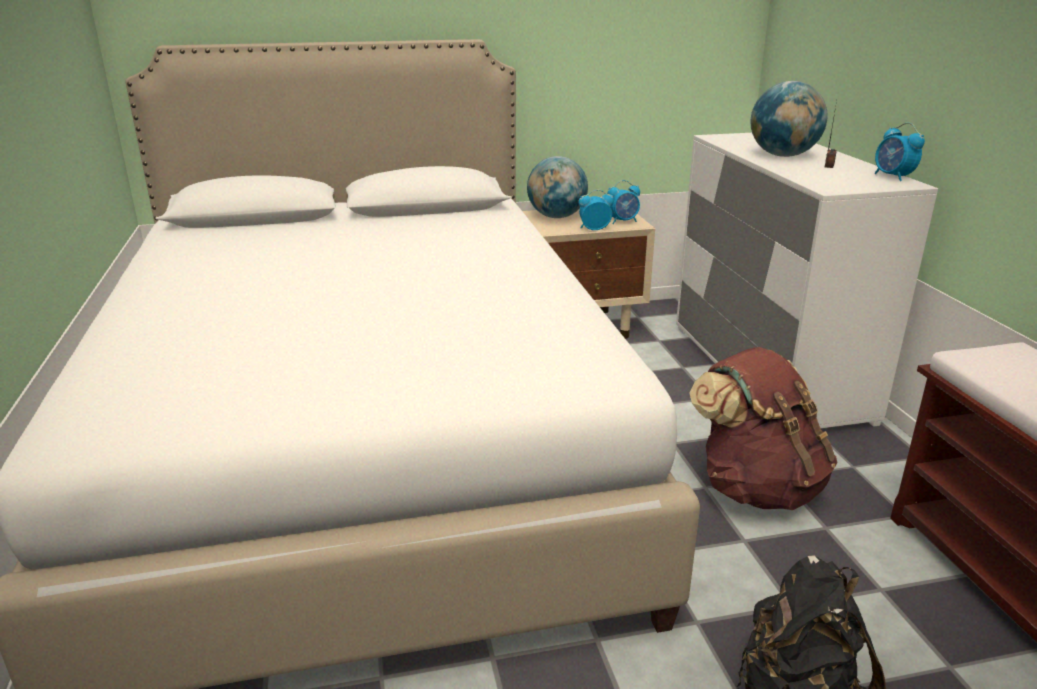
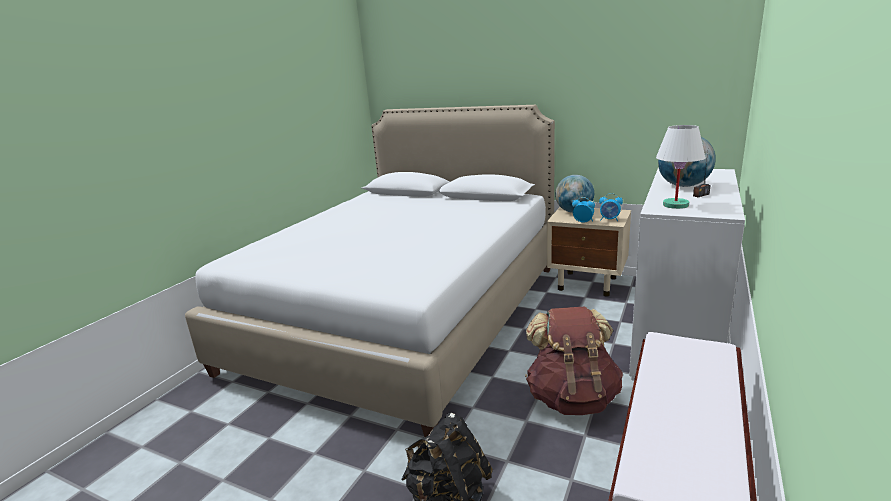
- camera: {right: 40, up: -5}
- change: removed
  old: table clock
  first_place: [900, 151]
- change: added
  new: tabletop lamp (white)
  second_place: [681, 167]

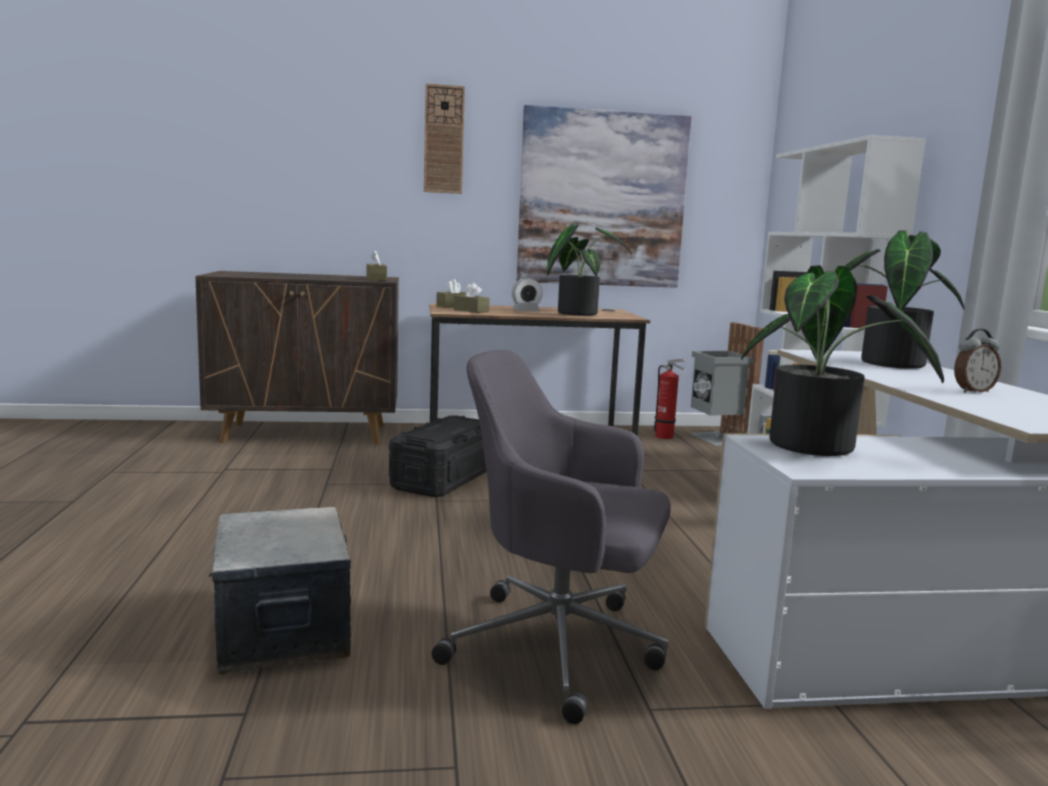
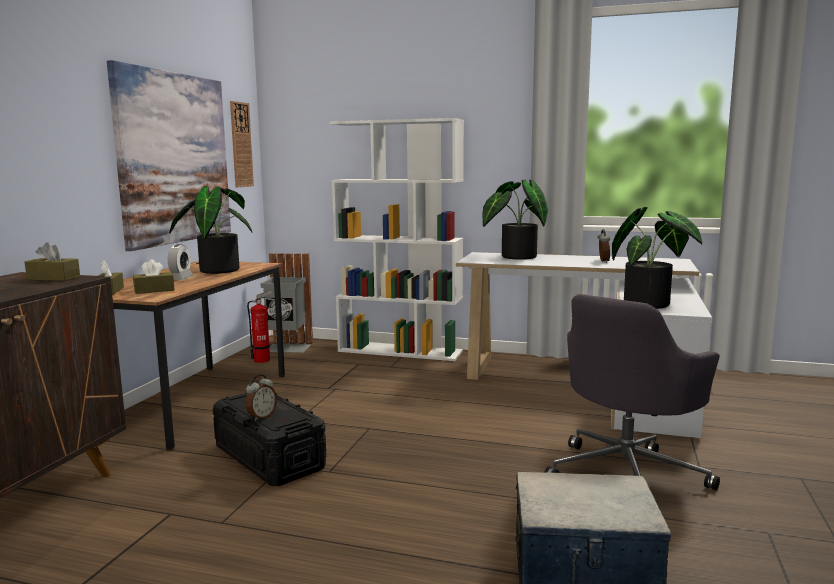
- camera: {right: -65, up: 0}
- change: added
  new: table clock
  second_place: [261, 397]
- change: moved
  old: clock on the wall
  first_place: [444, 139]
  second_place: [242, 144]

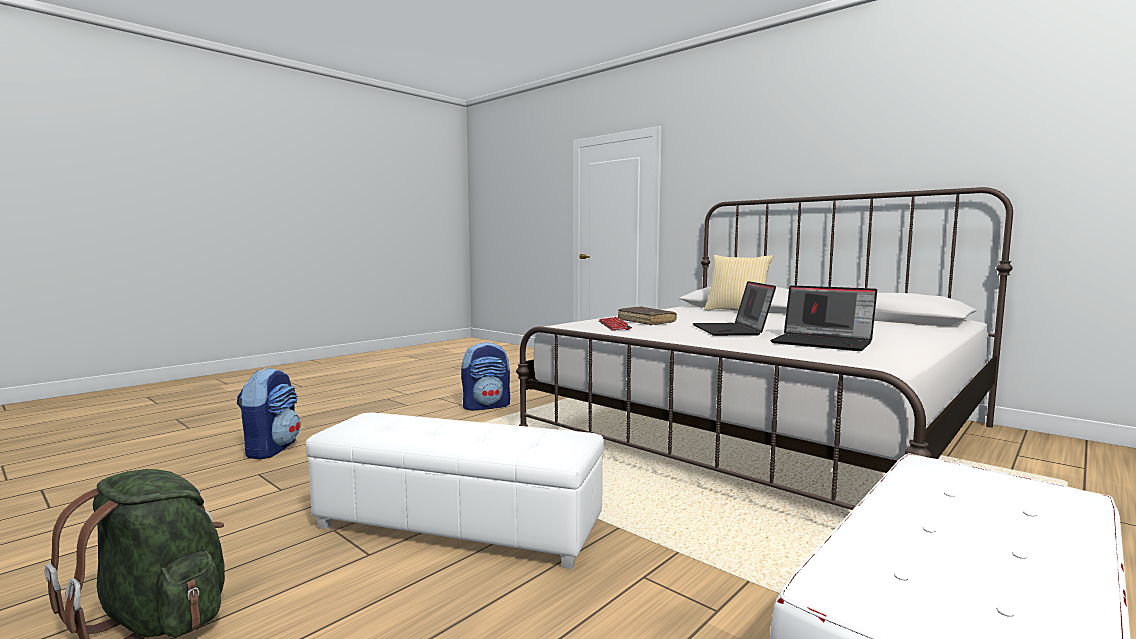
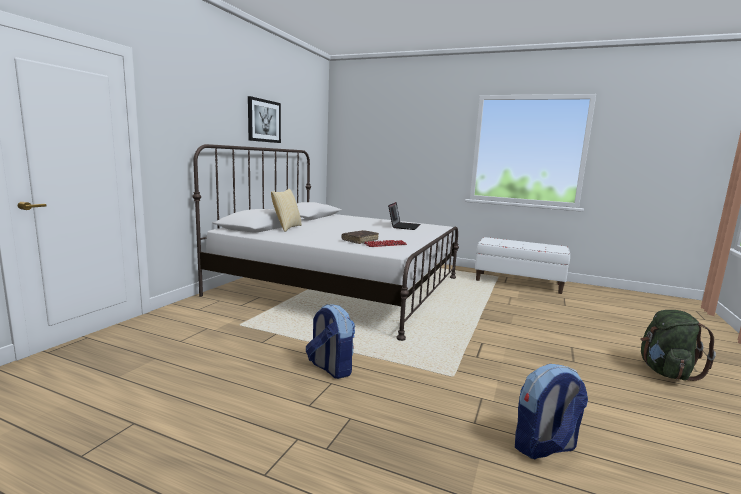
- camera: {right: -110, up: 5}
- change: removed
  old: ottoman (white)
  first_place: [455, 490]
- change: removed
  old: laptop
  first_place: [734, 308]
- change: added
  new: wall picture
  second_place: [264, 119]

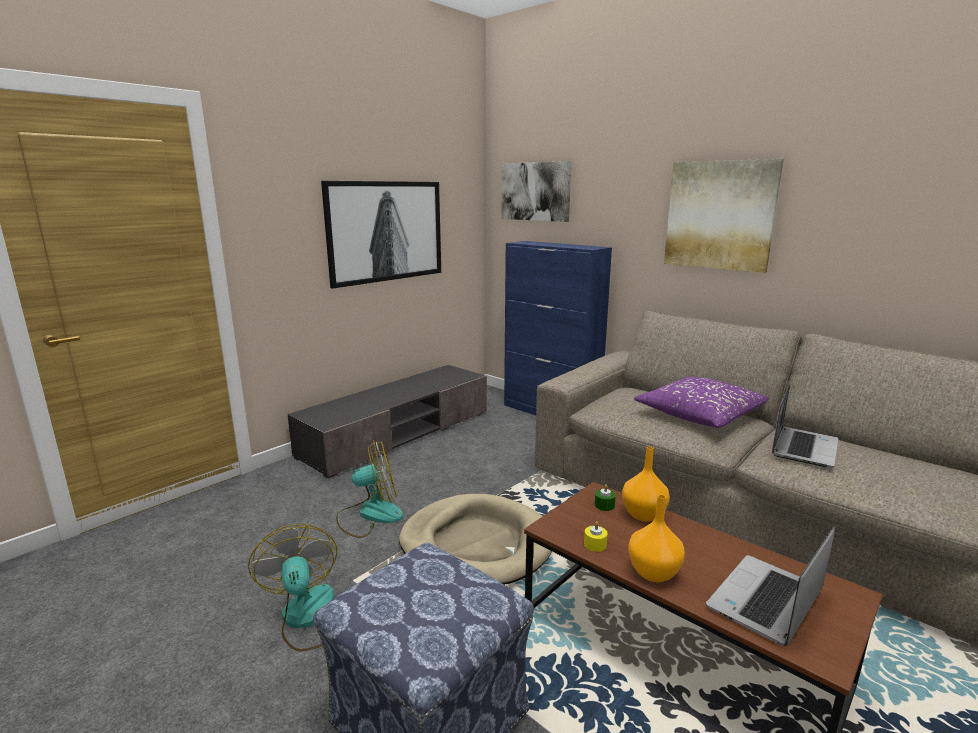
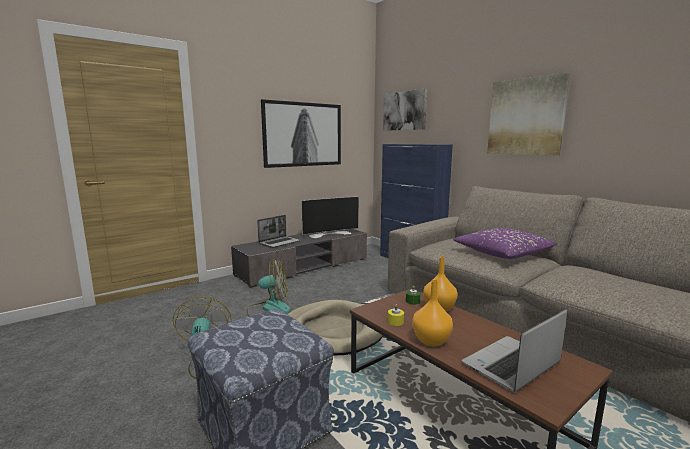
- camera: {right: 10, up: -5}
- change: added
  new: TV
  second_place: [330, 217]
- change: moved
  old: laptop
  first_place: [805, 425]
  second_place: [279, 231]

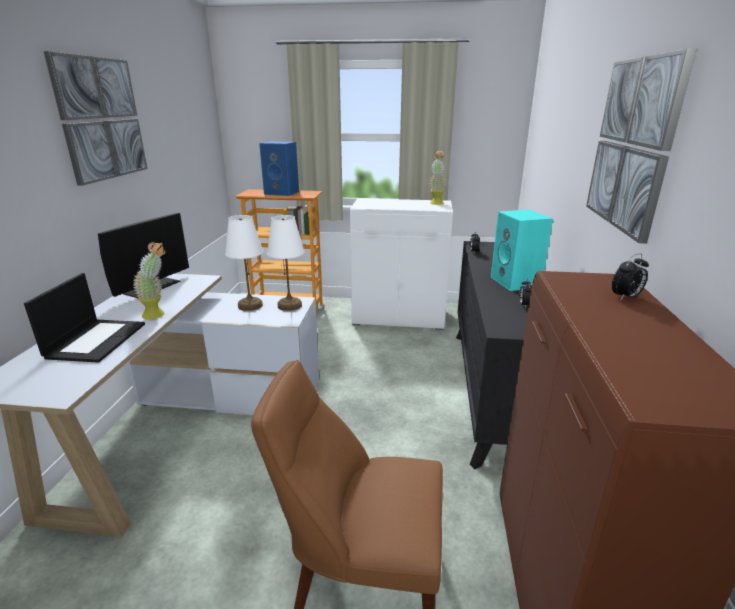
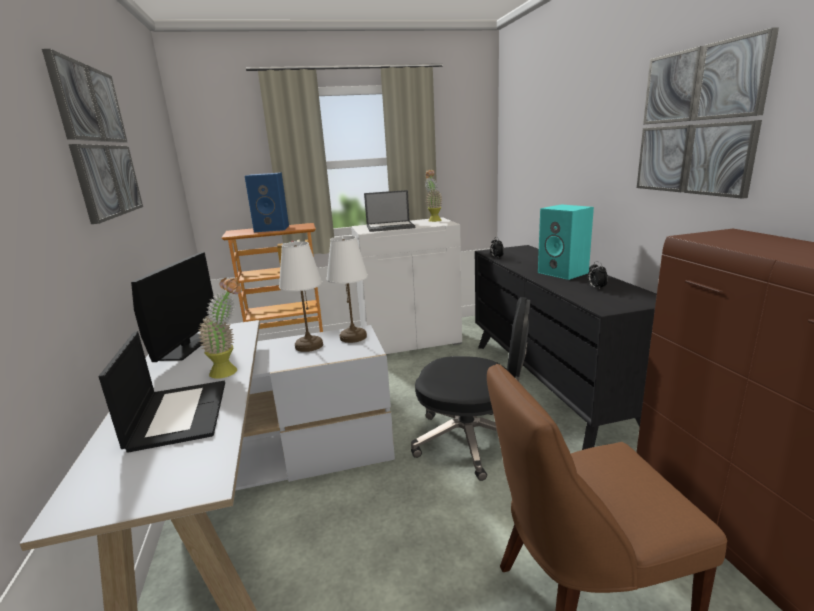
- camera: {right: -20, up: -5}
- change: removed
  old: table clock
  first_place: [630, 277]
- change: added
  new: laptop
  second_place: [389, 211]
- change: added
  new: office chair (black-coloured)
  second_place: [471, 389]

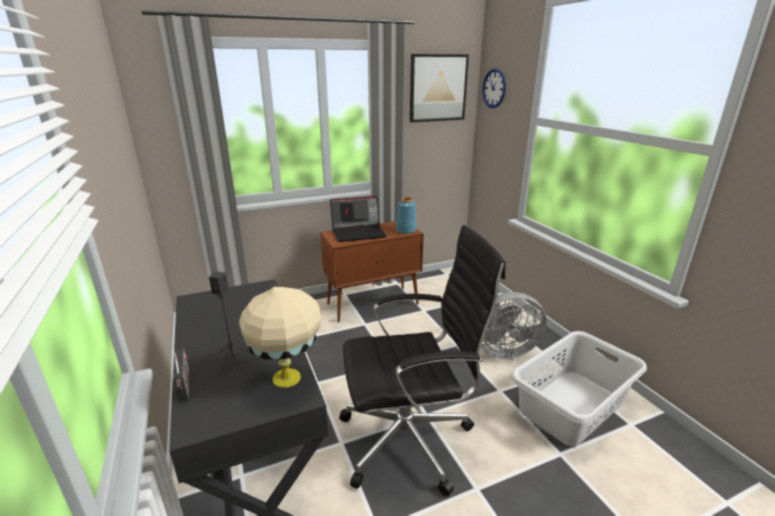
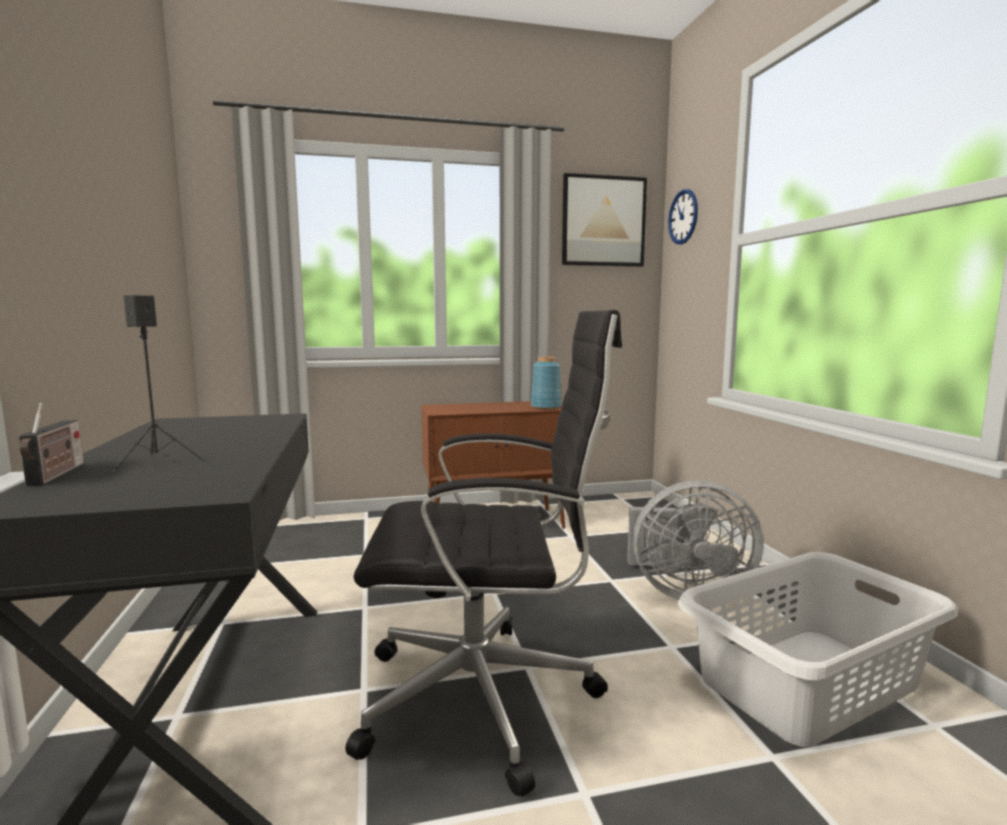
- camera: {right: 10, up: -15}
- change: removed
  old: tabletop lamp (beige-coloured)
  first_place: [280, 337]
- change: removed
  old: laptop
  first_place: [358, 219]

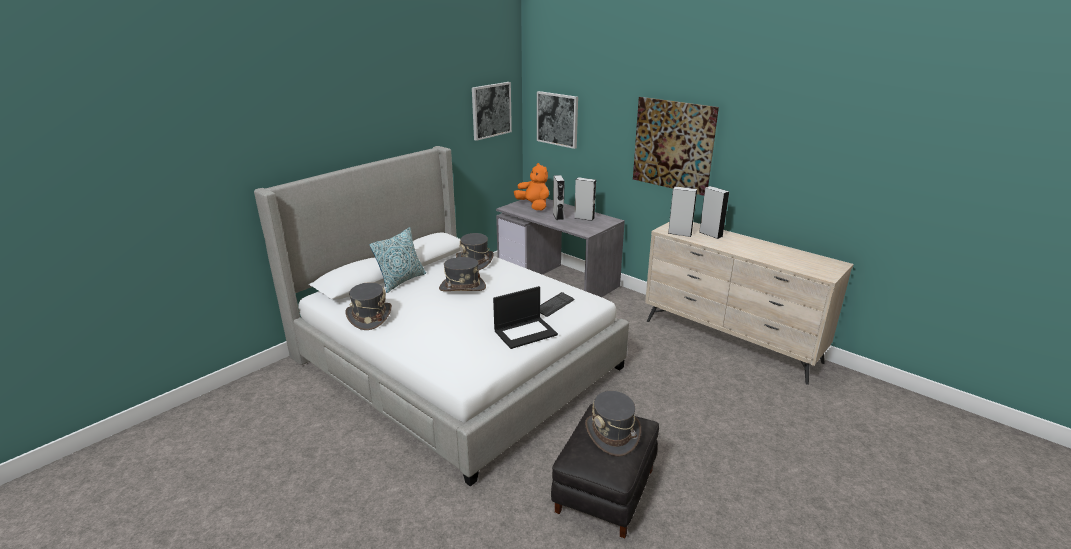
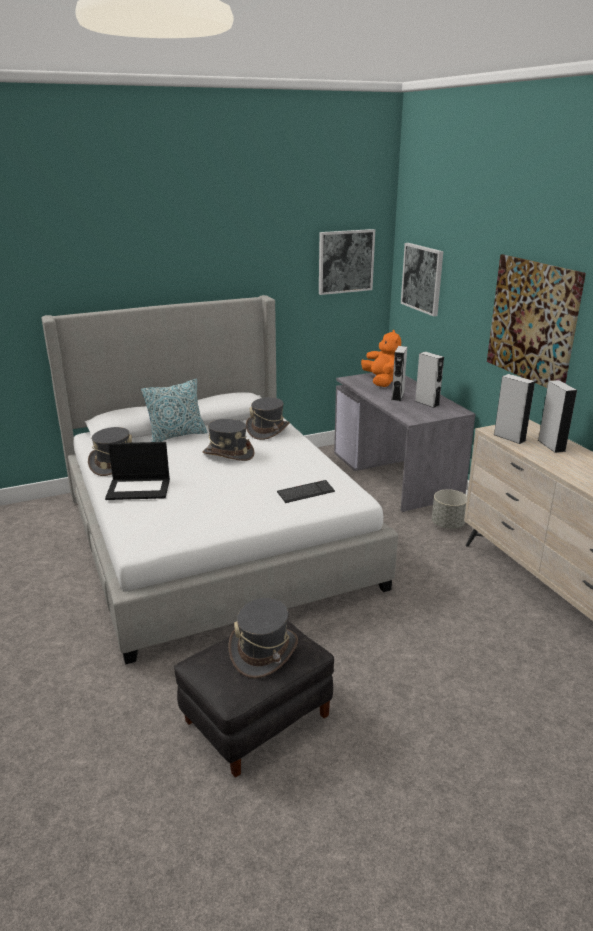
- camera: {right: 25, up: 0}
- change: added
  new: plant pot (grey)
  second_place: [449, 509]
- change: moved
  old: laptop
  first_place: [525, 317]
  second_place: [137, 471]

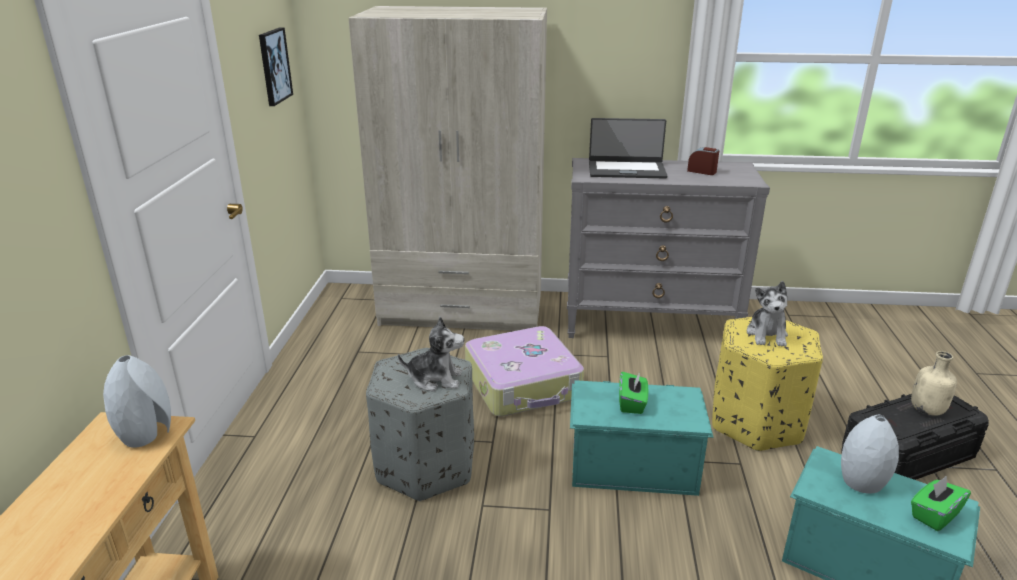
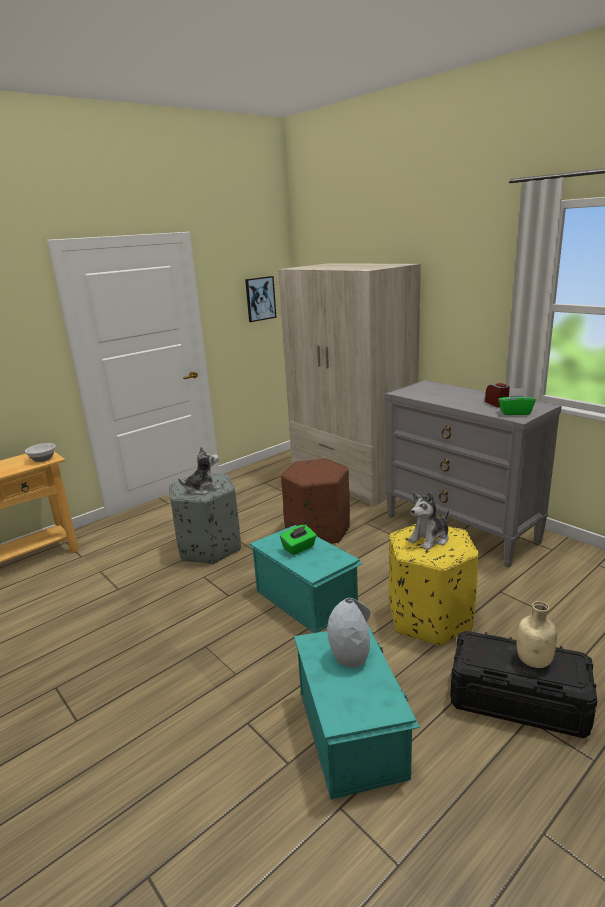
- camera: {right: 45, up: -5}
- change: removed
  old: laptop
  first_place: [628, 148]
- change: moved
  old: box of tissues (green-coloured)
  first_place: [941, 503]
  second_place: [517, 401]
- change: replaced
  old: decorative vase (grey)
  new: deep dish
  first_place: [137, 401]
  second_place: [40, 452]
- change: replaced
  old: suitcase
  new: ottoman (brown)
  first_place: [524, 371]
  second_place: [315, 501]
- change: turned
  old: plush toy
  first_place: [431, 354]
  second_place: [199, 471]
  degrees: -75

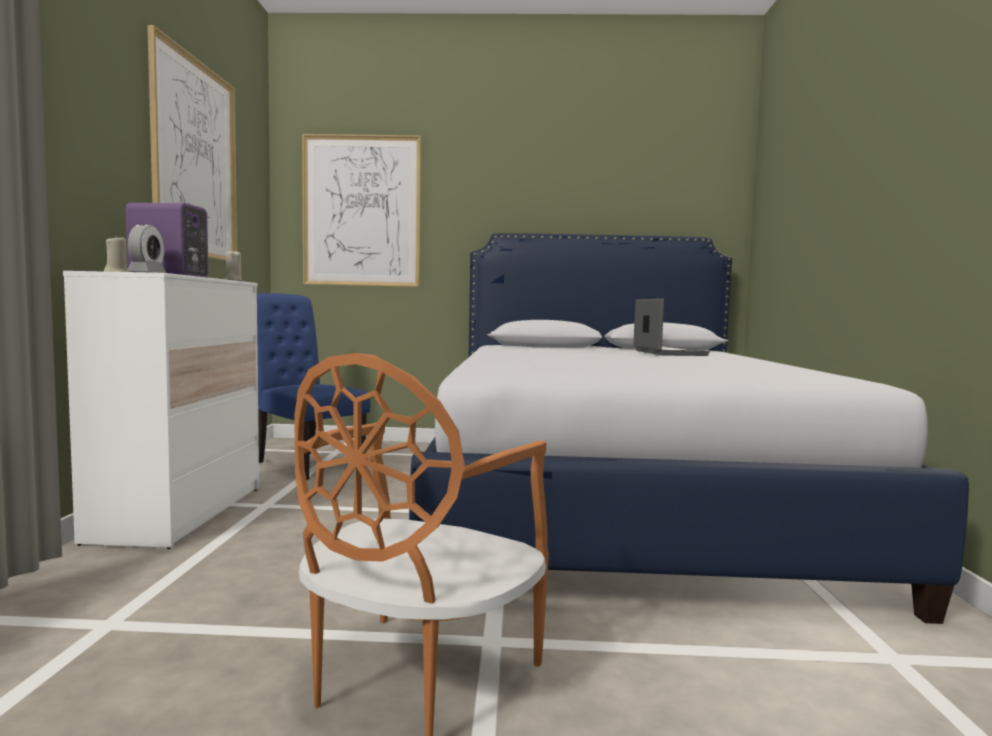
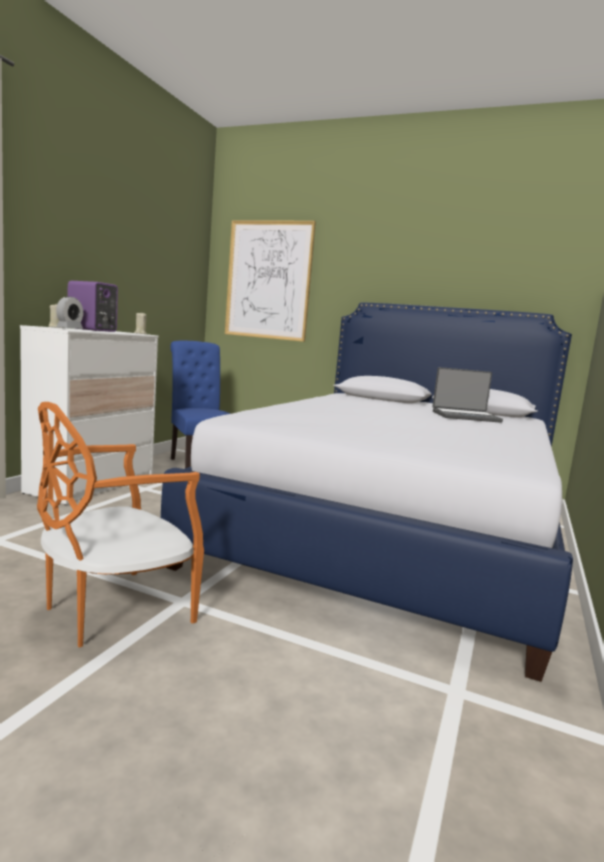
- camera: {right: 20, up: 5}
- change: removed
  old: wall picture
  first_place: [192, 143]
- change: turned
  old: laptop
  first_place: [671, 327]
  second_place: [467, 395]
  degrees: 75

